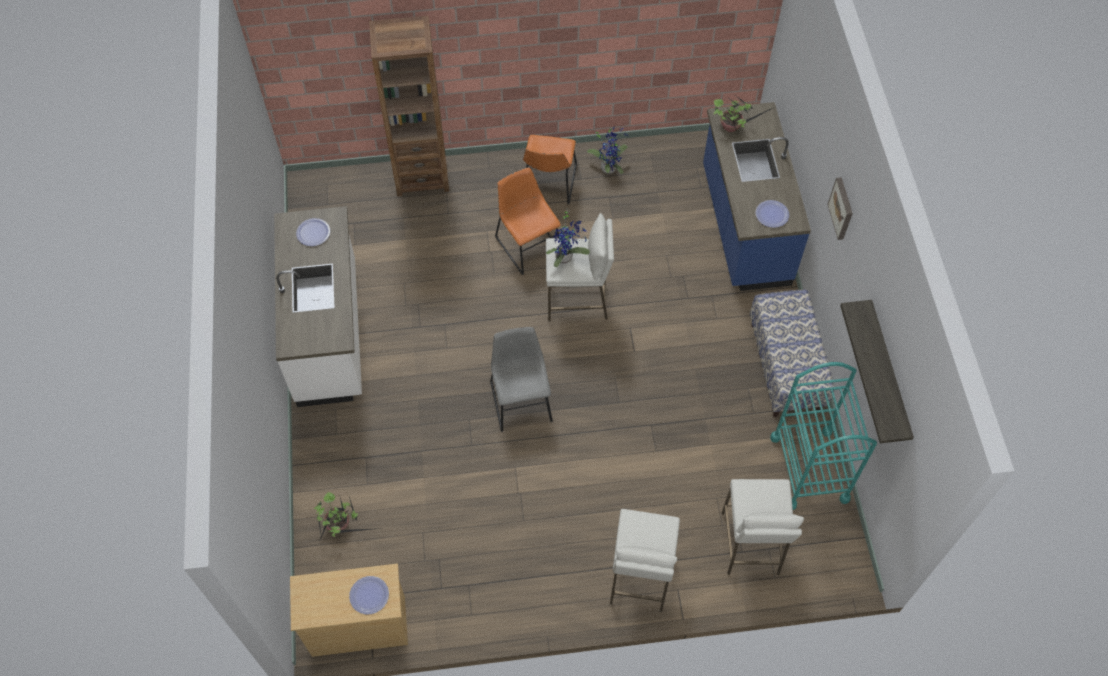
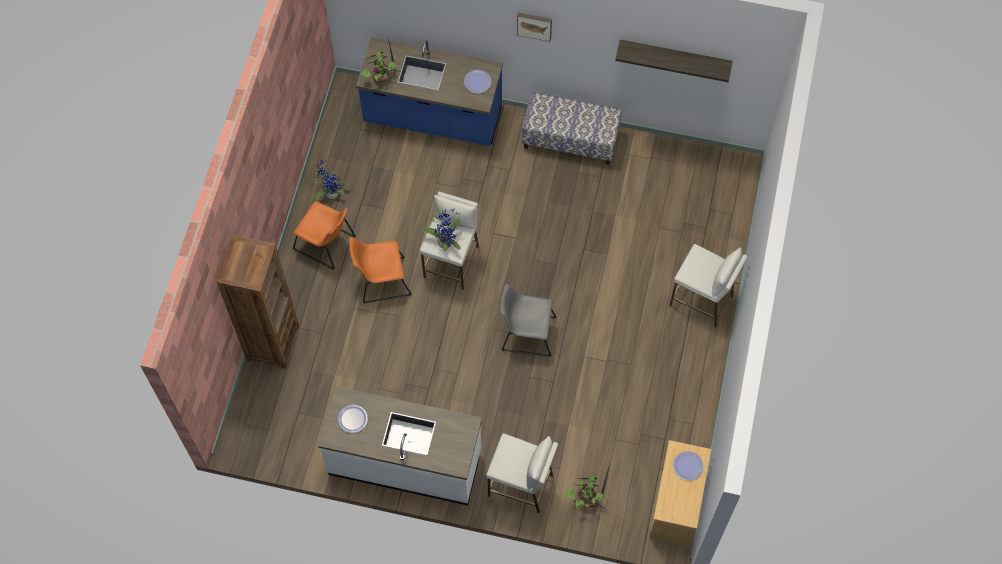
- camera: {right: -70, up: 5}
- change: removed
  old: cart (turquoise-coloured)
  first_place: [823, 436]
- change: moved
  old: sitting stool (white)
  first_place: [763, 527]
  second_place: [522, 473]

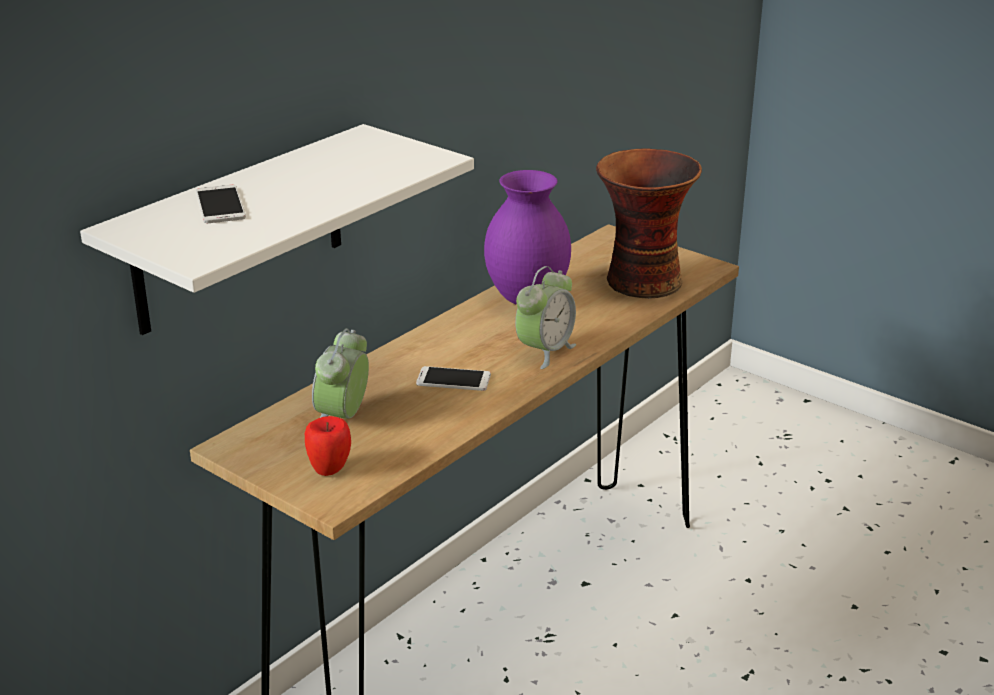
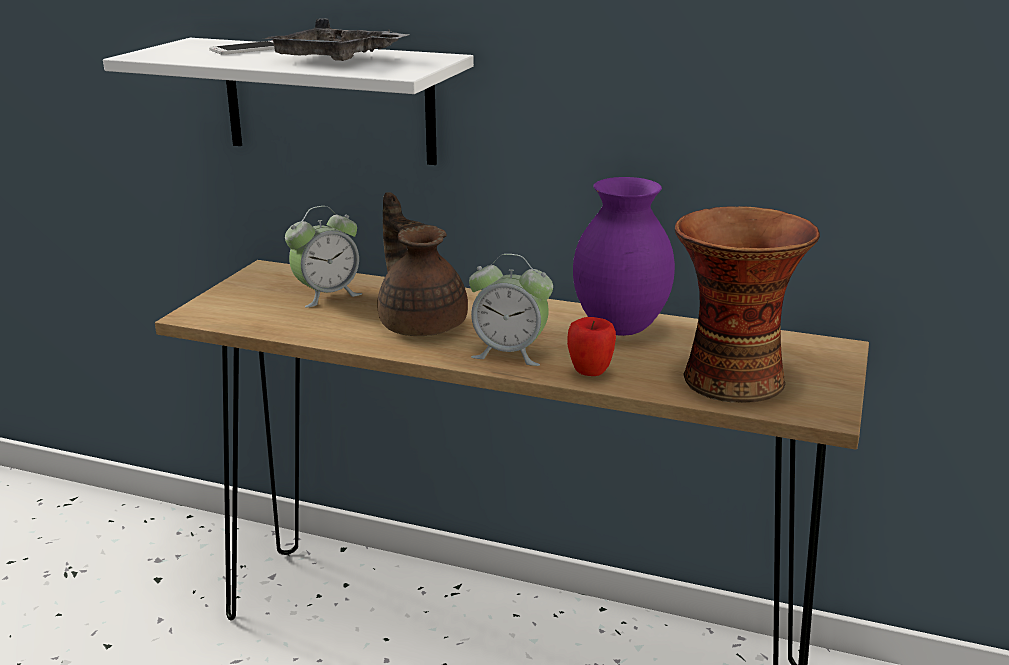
- camera: {right: 70, up: -5}
- change: added
  new: carrying tray (grey)
  second_place: [336, 39]
- change: moved
  old: whole apple
  first_place: [328, 446]
  second_place: [591, 346]
- change: replaced
  old: telephone
  new: pot for tea (brown)
  first_place: [453, 378]
  second_place: [422, 264]
- change: turned
  old: table clock
  first_place: [340, 374]
  second_place: [323, 257]
  degrees: 150

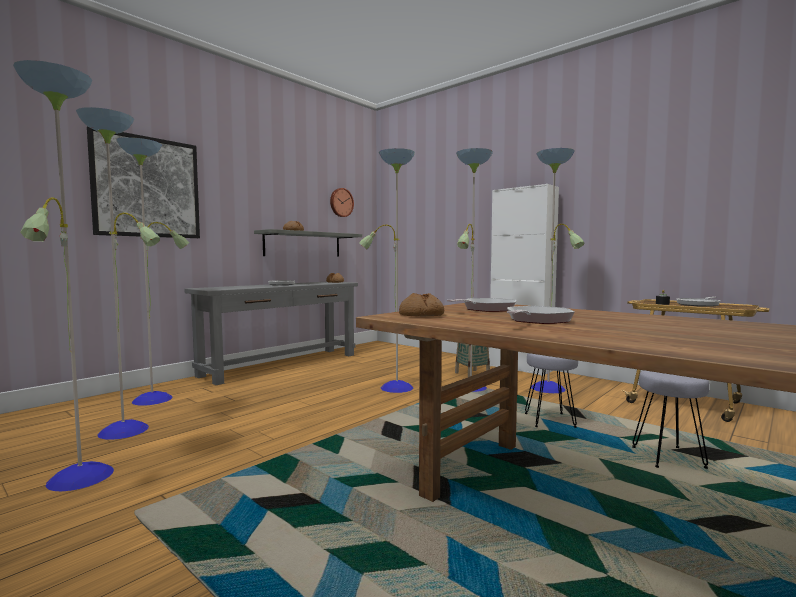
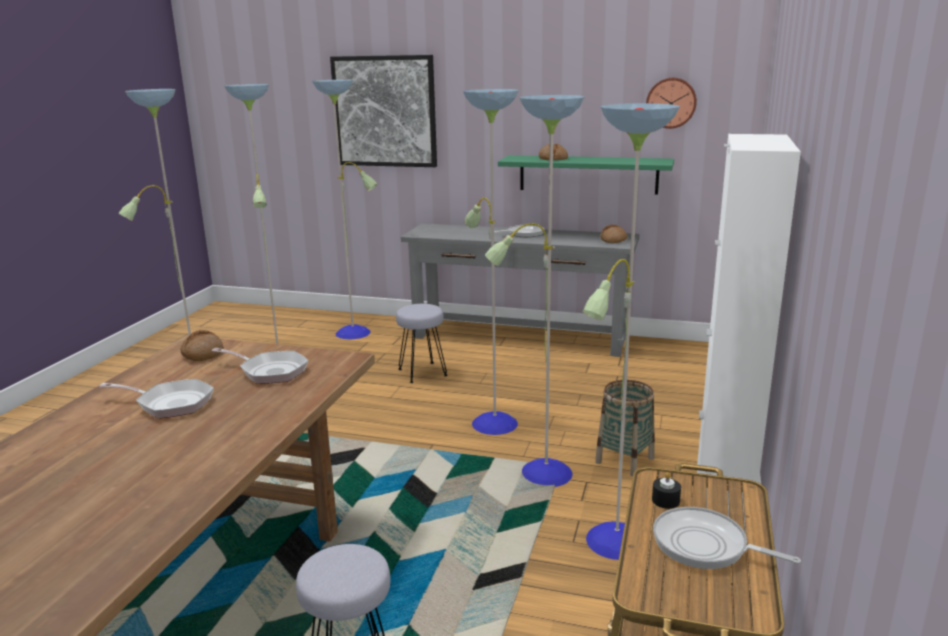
- camera: {right: 65, up: 15}
- change: moved
  old: sitting stool (grey)
  first_place: [551, 390]
  second_place: [422, 343]
- change: recoloured
  old: wall shelf (grey)
  new: wall shelf (green-coloured)
  first_place: [308, 242]
  second_place: [586, 175]

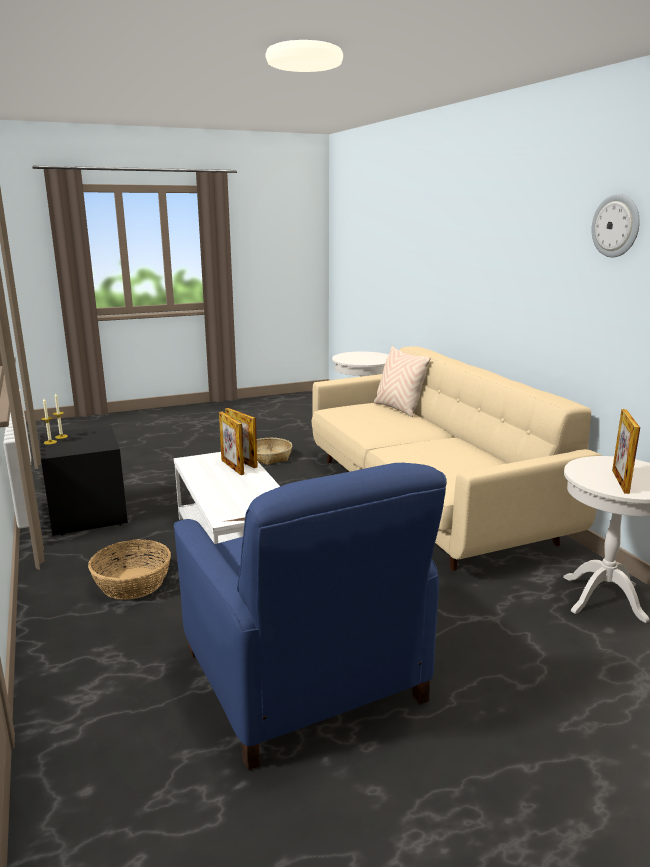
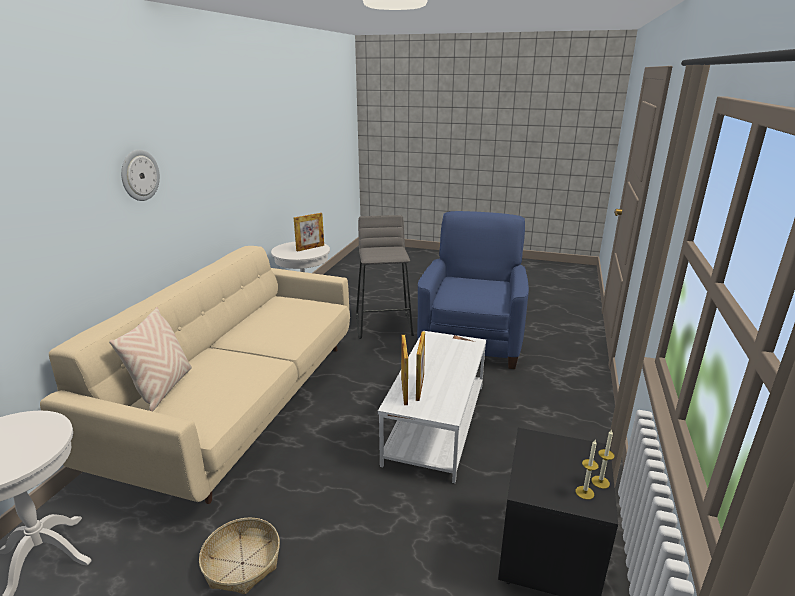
- camera: {right: -140, up: 5}
- change: removed
  old: household basket
  first_place: [129, 569]
- change: added
  new: sitting stool (grey)
  second_place: [385, 277]
- change: moved
  old: clock on the wall
  first_place: [616, 226]
  second_place: [140, 175]

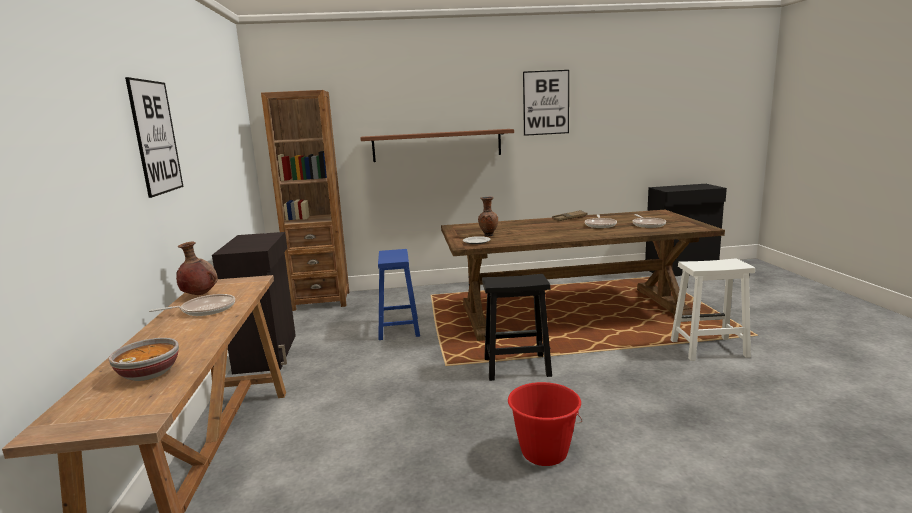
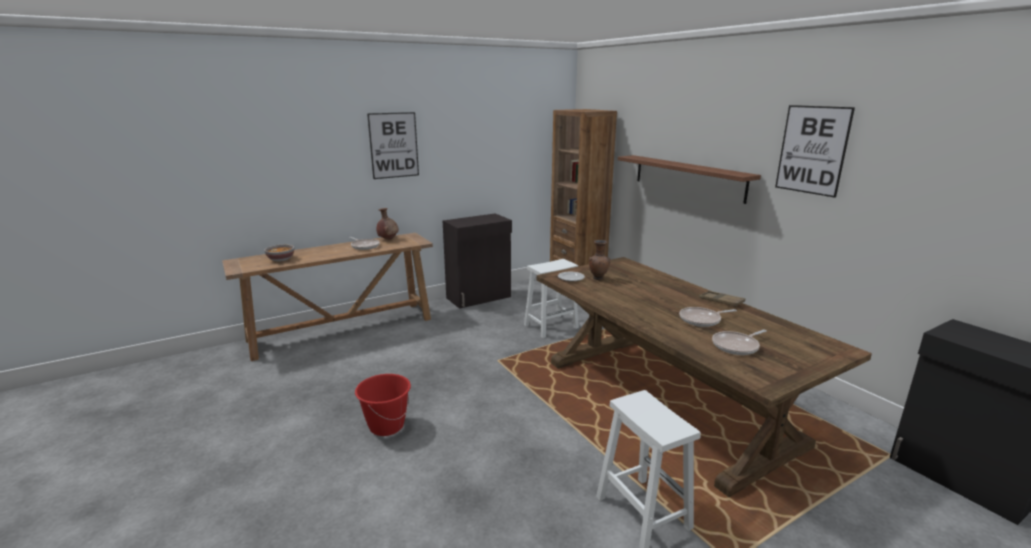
- camera: {right: 65, up: 5}
- change: removed
  old: sitting stool (black-coloured)
  first_place: [517, 327]
- change: recoloured
  old: sitting stool (blue-coloured)
  new: sitting stool (white)
  first_place: [399, 294]
  second_place: [551, 298]

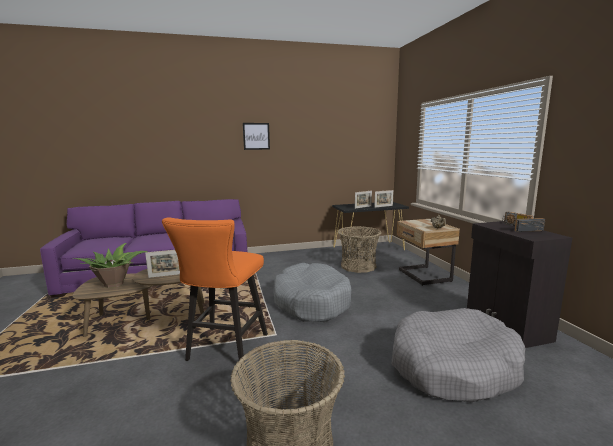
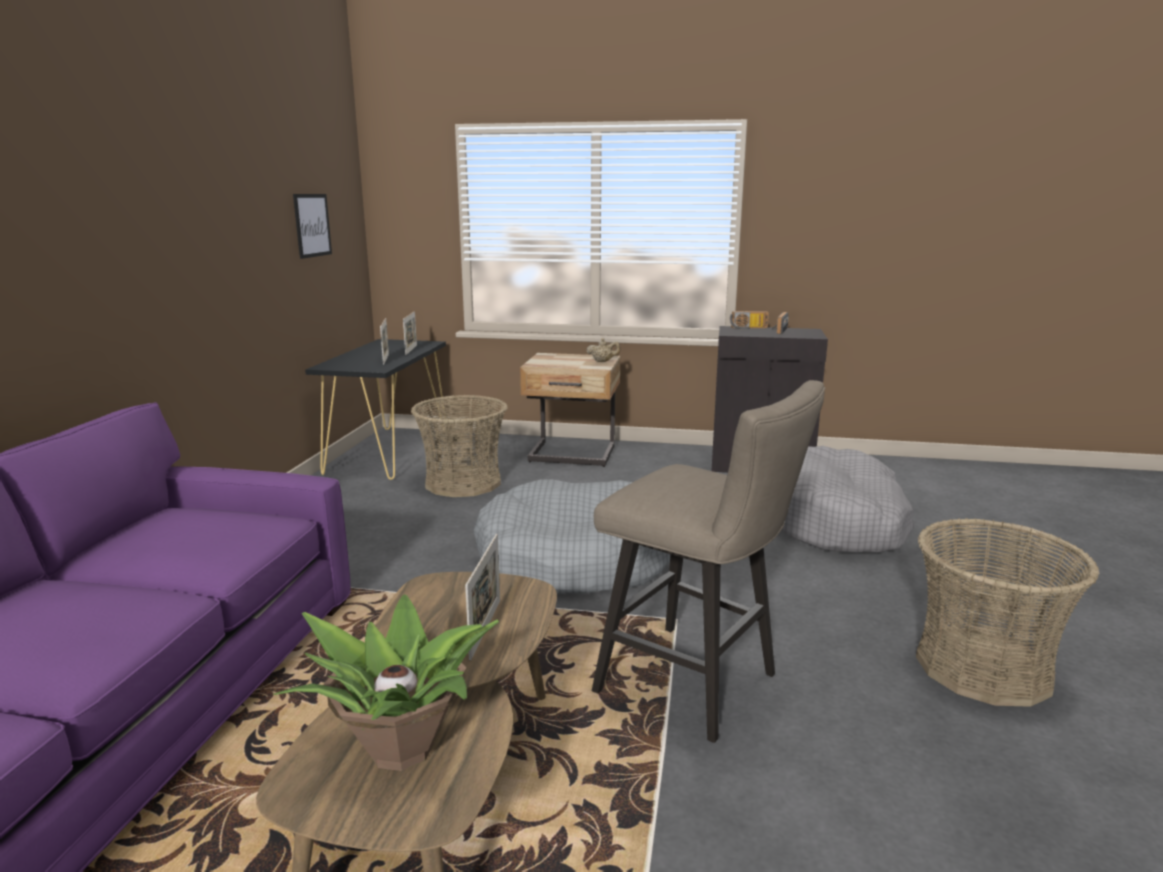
- camera: {right: -65, up: 5}
- change: moved
  old: wall picture
  first_place: [256, 136]
  second_place: [312, 226]
- change: recoloured
  old: sitting stool (orange-coloured)
  new: sitting stool (beige-coloured)
  first_place: [215, 291]
  second_place: [708, 561]

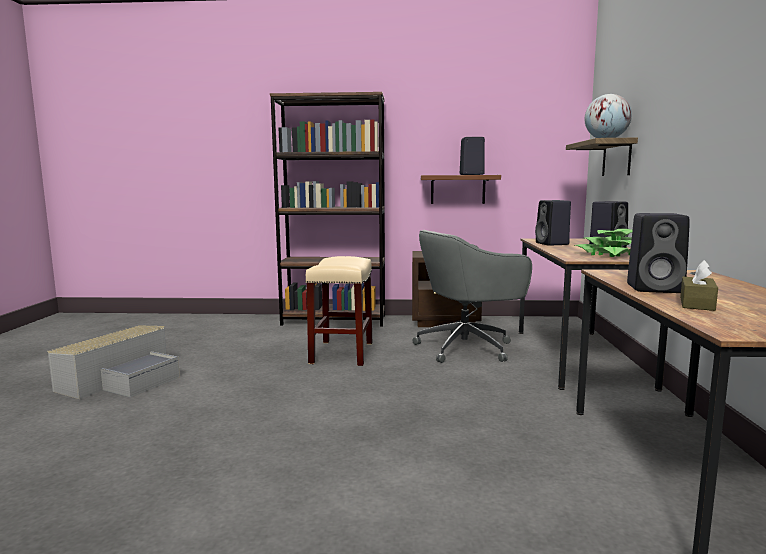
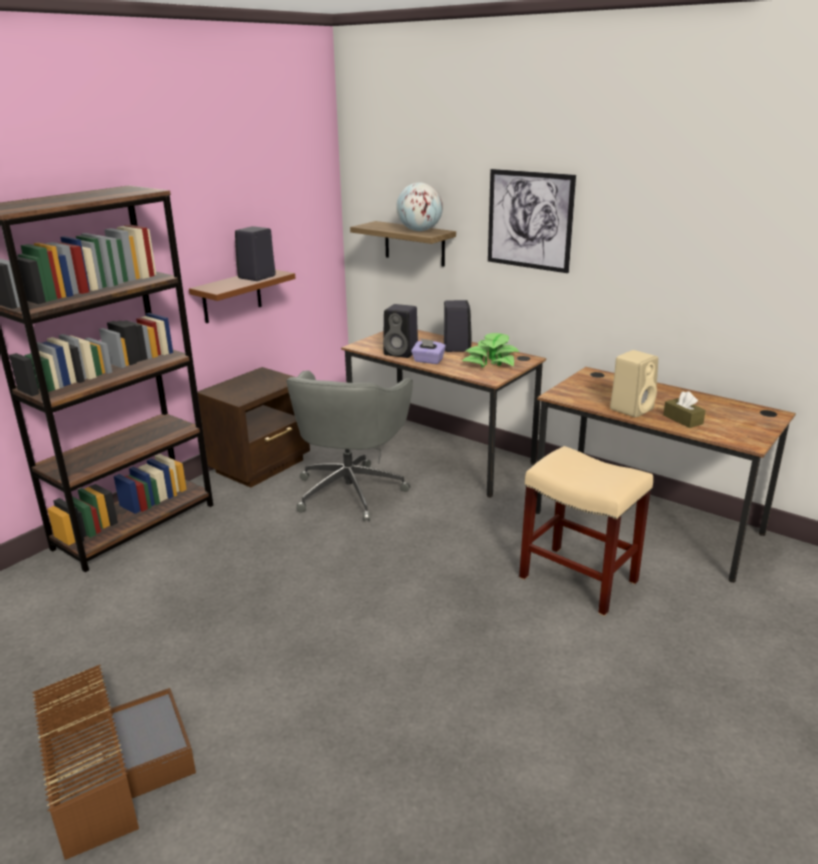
- camera: {right: -55, up: 15}
- change: added
  new: box of tissues (purple-coloured)
  second_place: [428, 351]
- change: added
  new: wall picture
  second_place: [532, 221]
- change: moved
  old: sitting stool (beige-coloured)
  first_place: [338, 311]
  second_place: [586, 531]
- change: recoloured
  old: storage box (grey)
  new: storage box (brown)
  first_place: [113, 362]
  second_place: [114, 762]
- change: recoloured
  old: speaker (black-coloured)
  new: speaker (beige-coloured)
  first_place: [658, 253]
  second_place: [634, 384]

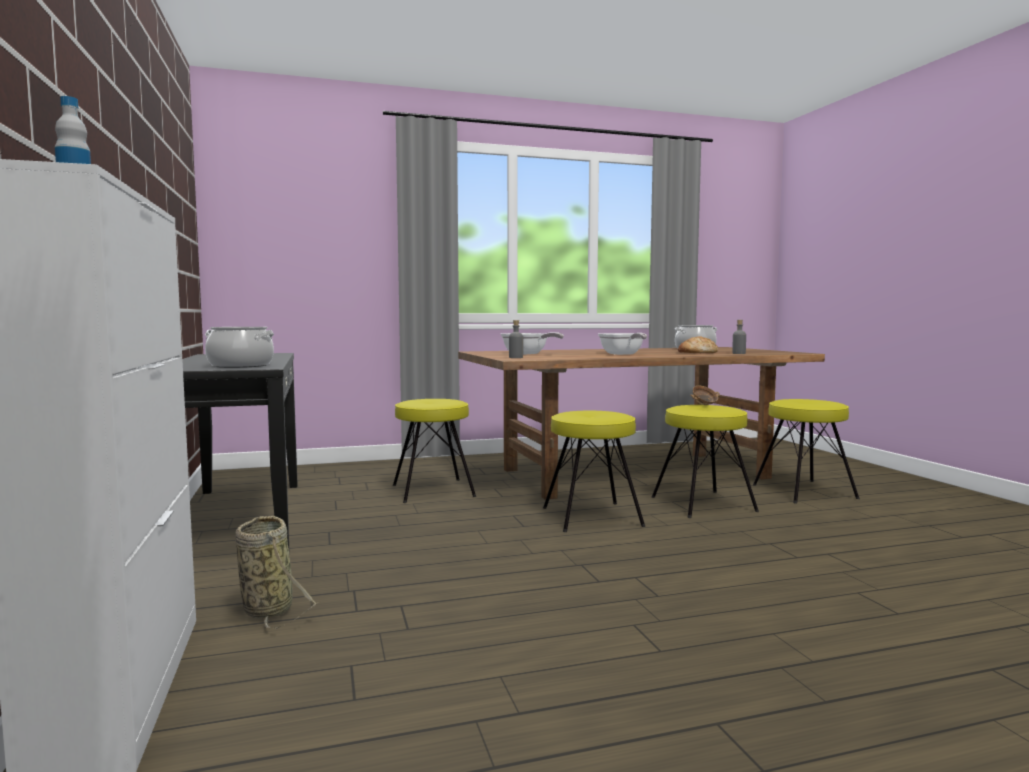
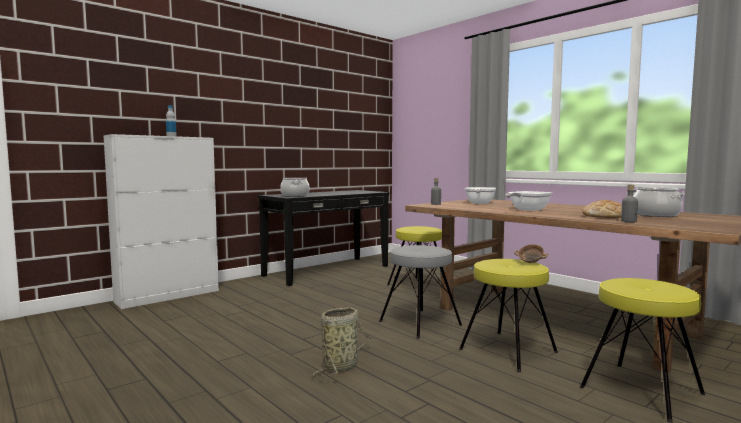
- camera: {right: 65, up: 0}
- change: moved
  old: household basket
  first_place: [276, 572]
  second_place: [342, 341]
- change: recoloured
  old: sitting stool (yellow)
  new: sitting stool (grey)
  first_place: [594, 471]
  second_place: [420, 292]

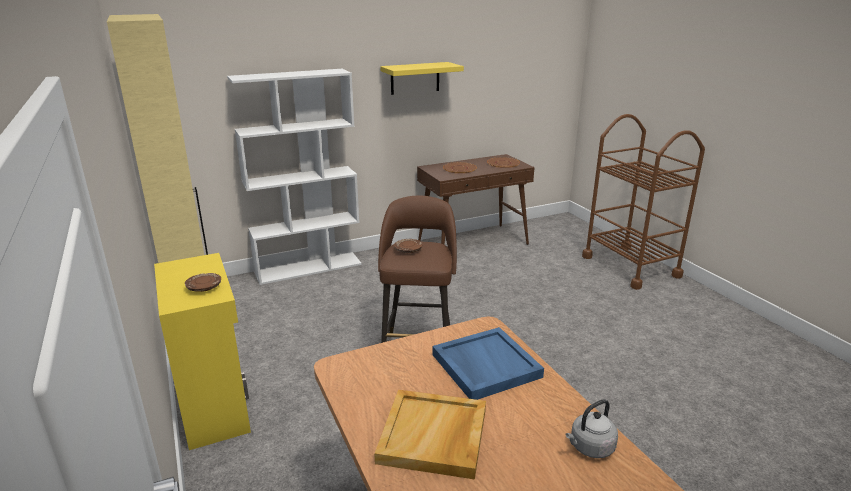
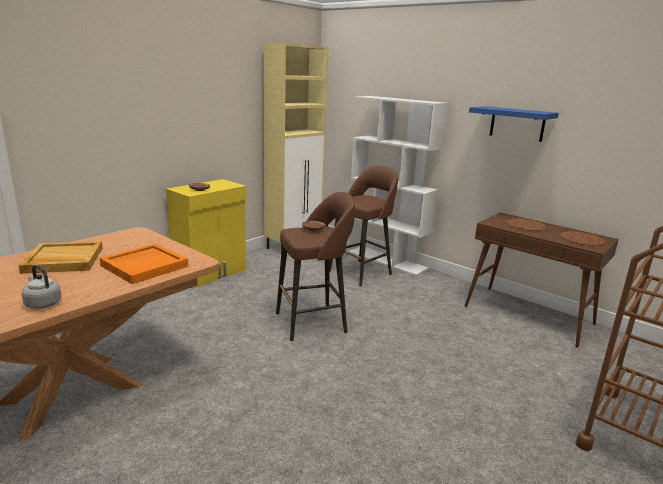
- camera: {right: 65, up: -5}
- change: added
  new: sitting stool (brown)
  second_place: [364, 226]
- change: recoloured
  old: wall shelf (yellow)
  new: wall shelf (blue-coloured)
  first_place: [422, 78]
  second_place: [514, 124]
- change: recoloured
  old: carrying tray (blue-coloured)
  new: carrying tray (orange-coloured)
  first_place: [488, 363]
  second_place: [144, 264]

